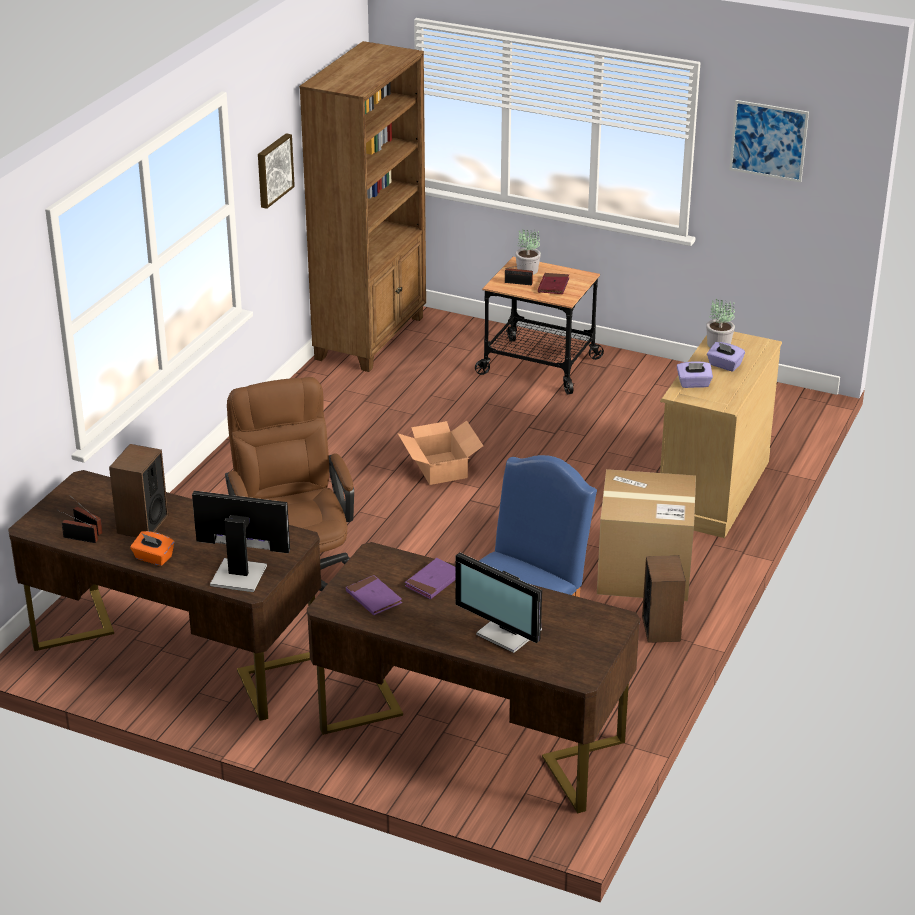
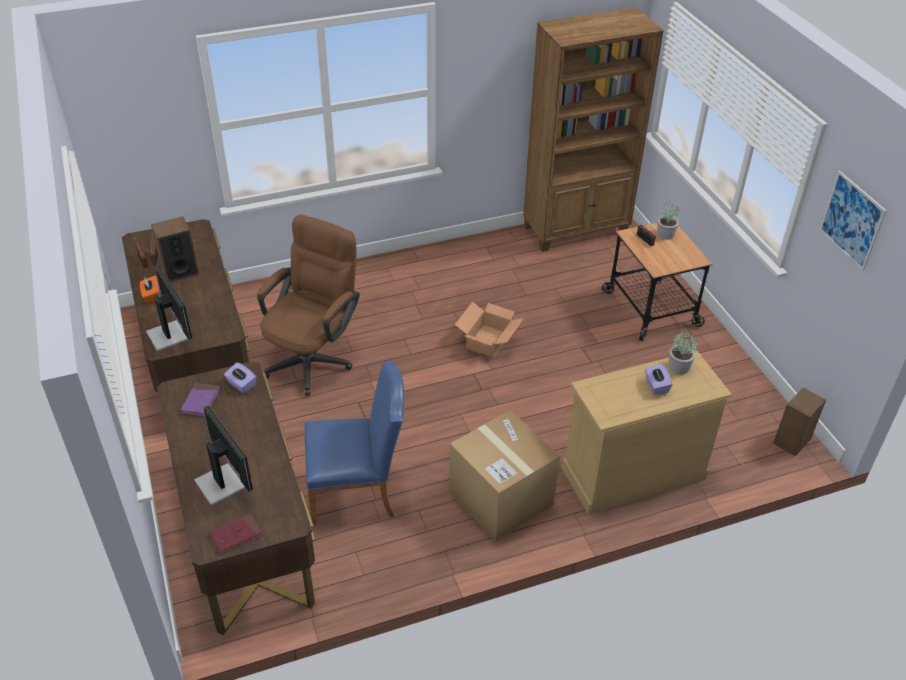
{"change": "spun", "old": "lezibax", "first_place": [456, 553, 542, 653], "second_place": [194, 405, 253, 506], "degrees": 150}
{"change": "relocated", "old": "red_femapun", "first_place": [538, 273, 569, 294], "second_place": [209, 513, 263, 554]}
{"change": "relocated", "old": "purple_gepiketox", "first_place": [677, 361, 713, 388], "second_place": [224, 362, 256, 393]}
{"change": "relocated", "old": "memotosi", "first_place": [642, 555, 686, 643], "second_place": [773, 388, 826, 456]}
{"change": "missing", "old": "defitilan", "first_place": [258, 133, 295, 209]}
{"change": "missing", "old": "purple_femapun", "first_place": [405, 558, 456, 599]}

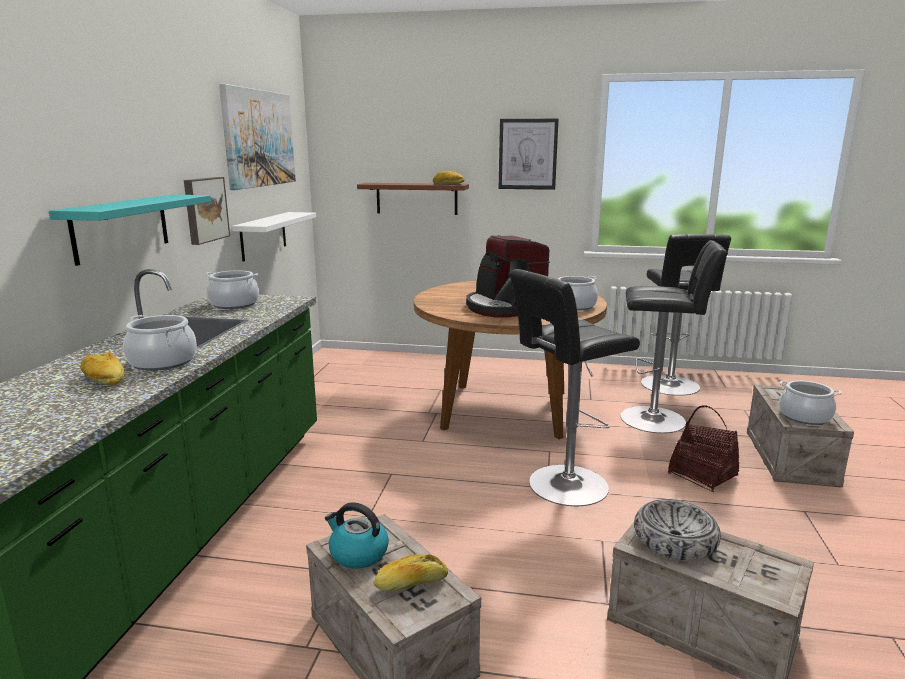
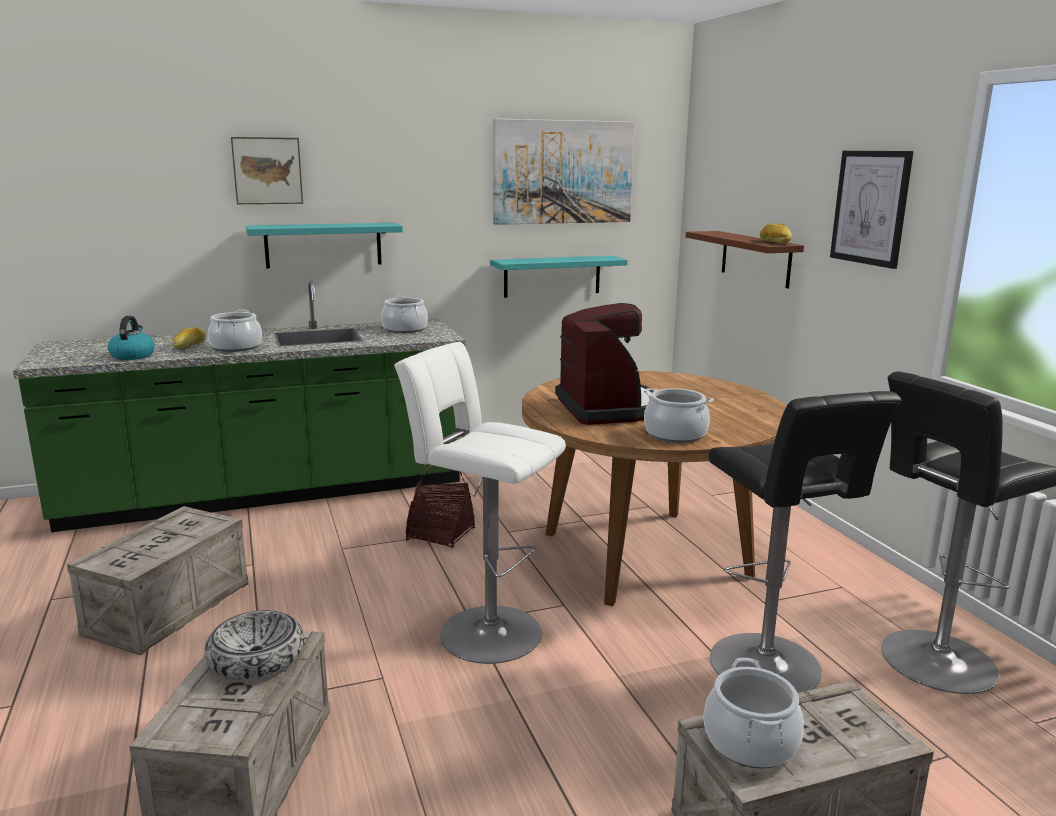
{"change": "relocated", "old": "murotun", "first_place": [325, 502, 389, 569], "second_place": [108, 316, 155, 360]}
{"change": "relocated", "old": "defitilan", "first_place": [184, 177, 230, 245], "second_place": [231, 137, 303, 204]}
{"change": "colour", "old": "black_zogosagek", "new": "white_zogosagek", "first_place": [509, 269, 640, 506], "second_place": [394, 342, 566, 664]}
{"change": "relocated", "old": "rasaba", "first_place": [668, 405, 739, 492], "second_place": [405, 465, 475, 548]}
{"change": "colour", "old": "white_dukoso", "new": "turquoise_dukoso", "first_place": [232, 212, 316, 262], "second_place": [490, 256, 628, 298]}
{"change": "spun", "old": "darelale", "first_place": [466, 235, 550, 318], "second_place": [555, 303, 654, 425], "degrees": 135}
{"change": "missing", "old": "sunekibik", "first_place": [373, 554, 448, 591]}

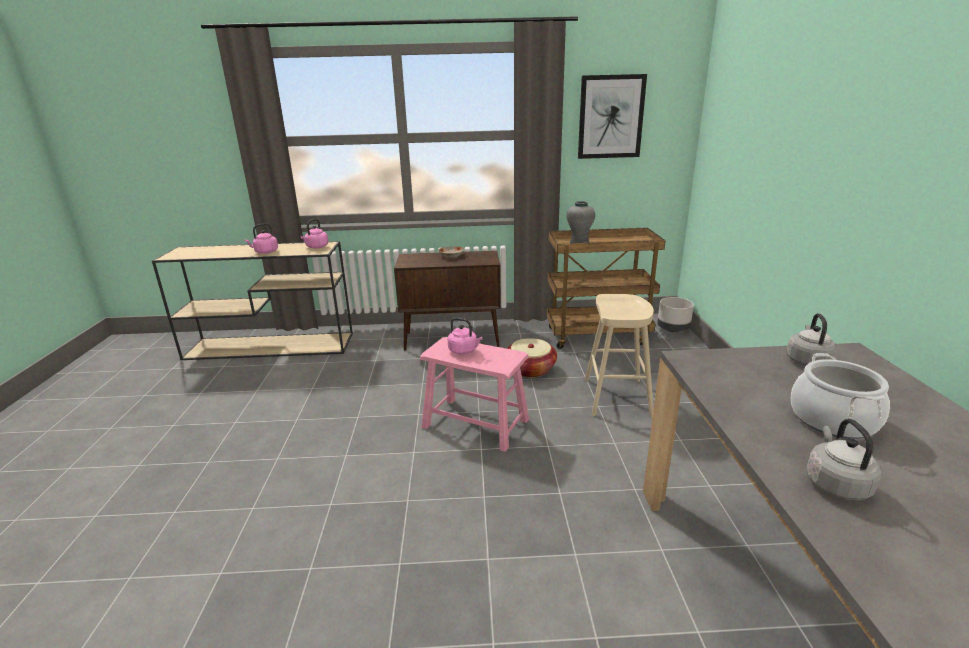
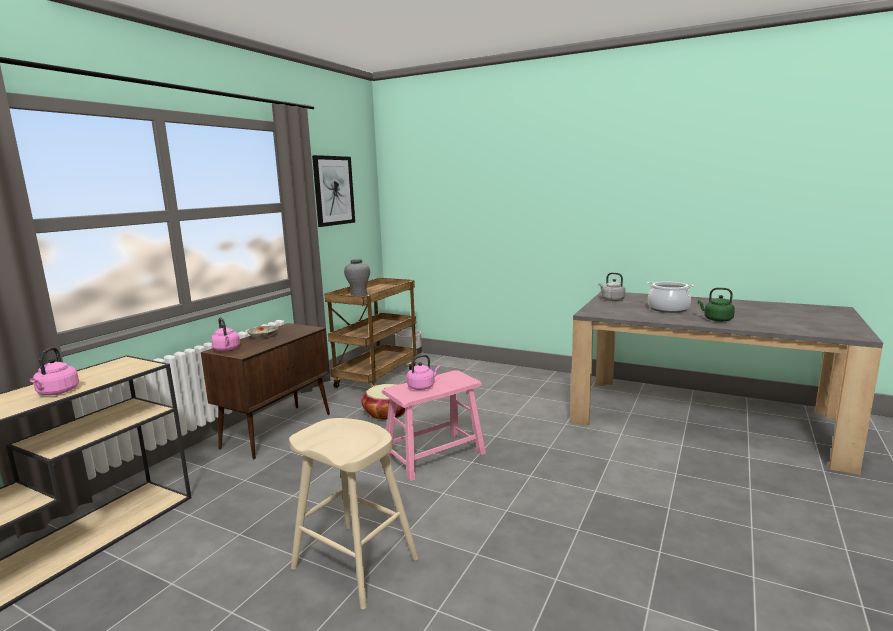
{"change": "relocated", "old": "pink_murotun", "first_place": [301, 219, 328, 248], "second_place": [211, 317, 240, 351]}
{"change": "relocated", "old": "beige_zogosagek", "first_place": [585, 294, 654, 418], "second_place": [289, 418, 418, 609]}
{"change": "colour", "old": "grey_murotun", "new": "green_murotun", "first_place": [806, 419, 881, 501], "second_place": [698, 287, 735, 322]}

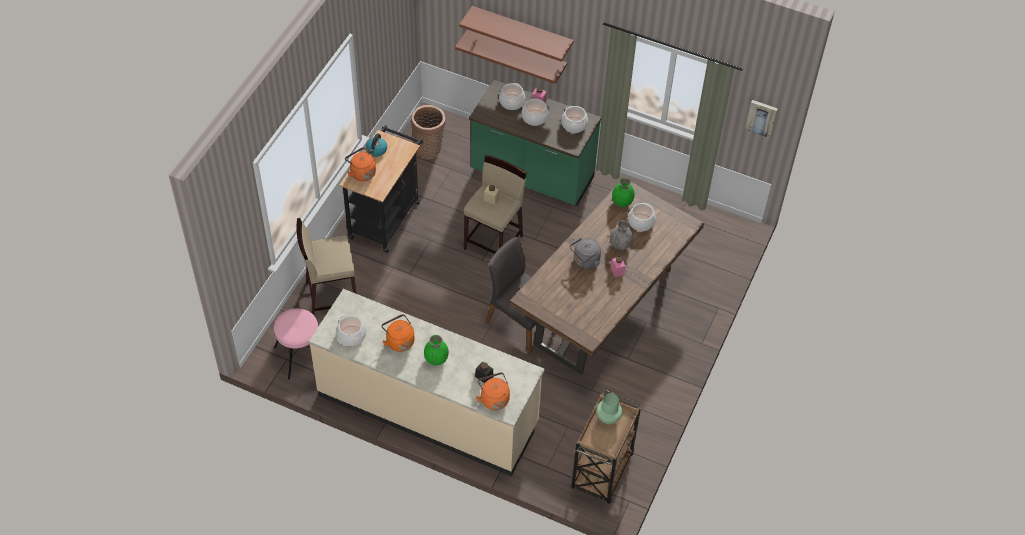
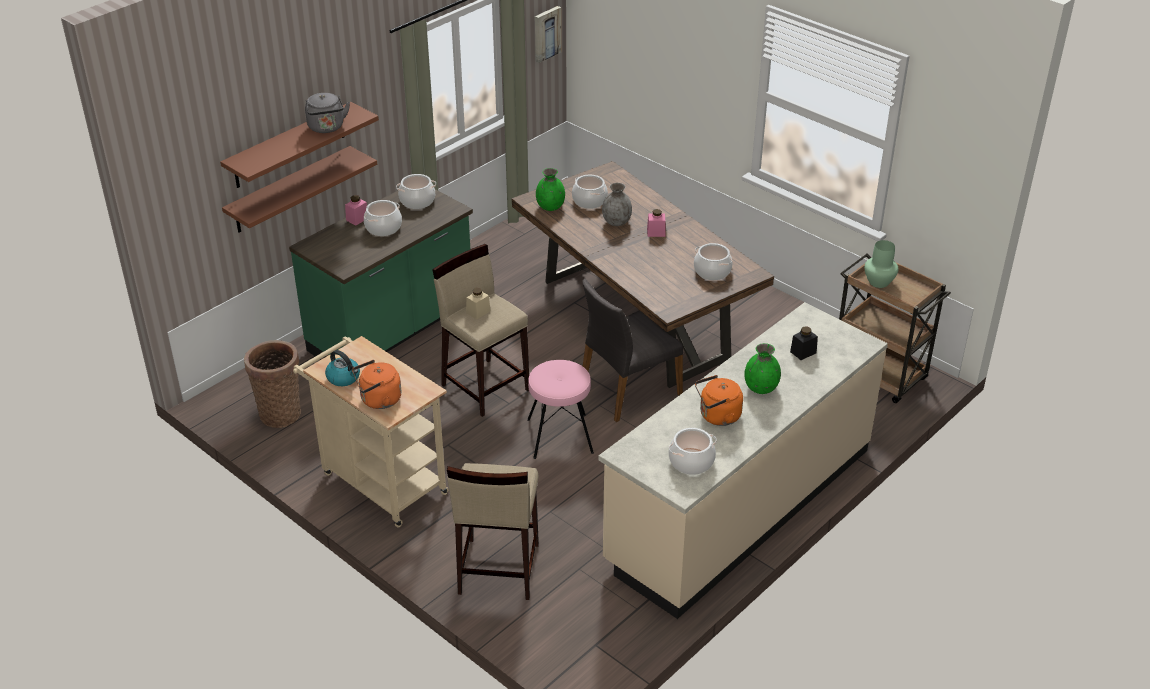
{"change": "colour", "old": "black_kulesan", "new": "beige_kulesan", "first_place": [339, 125, 423, 253], "second_place": [293, 336, 449, 528]}
{"change": "relocated", "old": "grey_murotun", "first_place": [570, 238, 601, 268], "second_place": [305, 93, 350, 133]}
{"change": "relocated", "old": "pink_zogosagek", "first_place": [274, 309, 318, 380], "second_place": [527, 360, 594, 459]}
{"change": "relocated", "old": "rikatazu", "first_place": [499, 83, 525, 110], "second_place": [694, 243, 732, 280]}
{"change": "missing", "old": "orange_murotun", "first_place": [476, 372, 510, 410]}

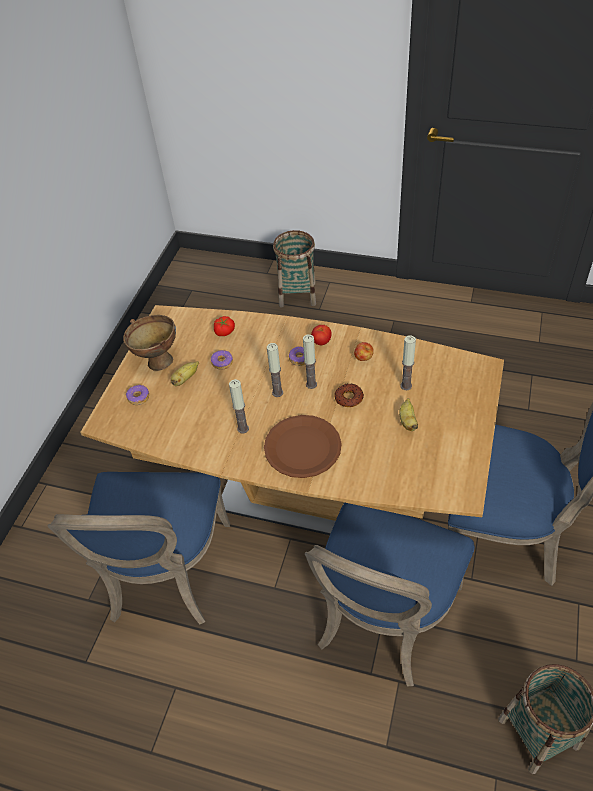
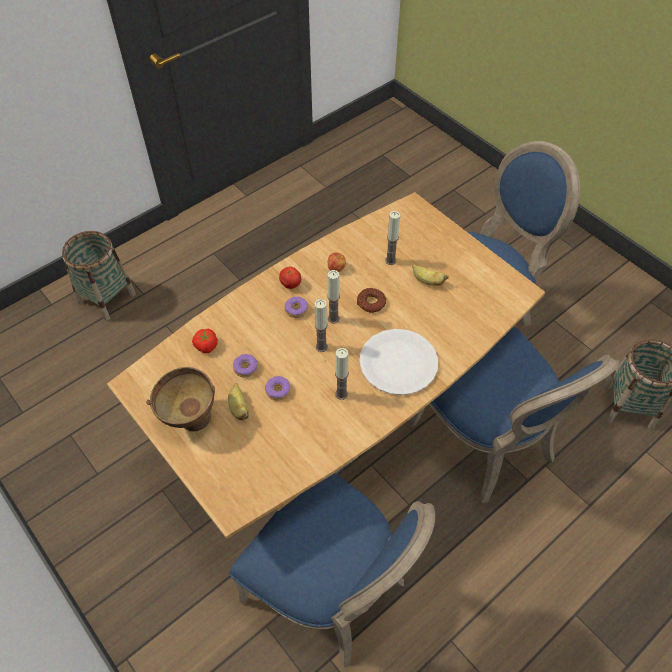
{"change": "relocated", "old": "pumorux", "first_place": [126, 385, 149, 405], "second_place": [265, 376, 290, 401]}
{"change": "colour", "old": "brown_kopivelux", "new": "white_kopivelux", "first_place": [264, 415, 342, 478], "second_place": [360, 329, 438, 395]}

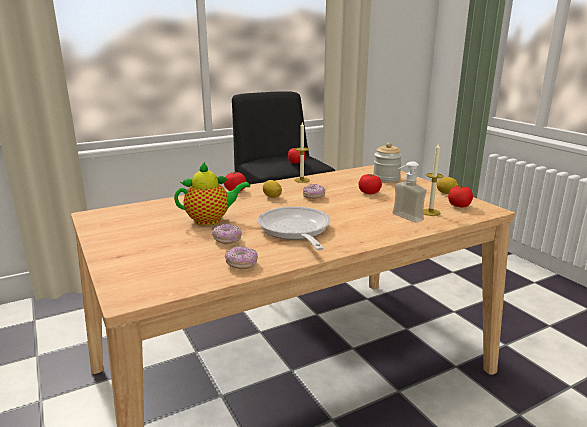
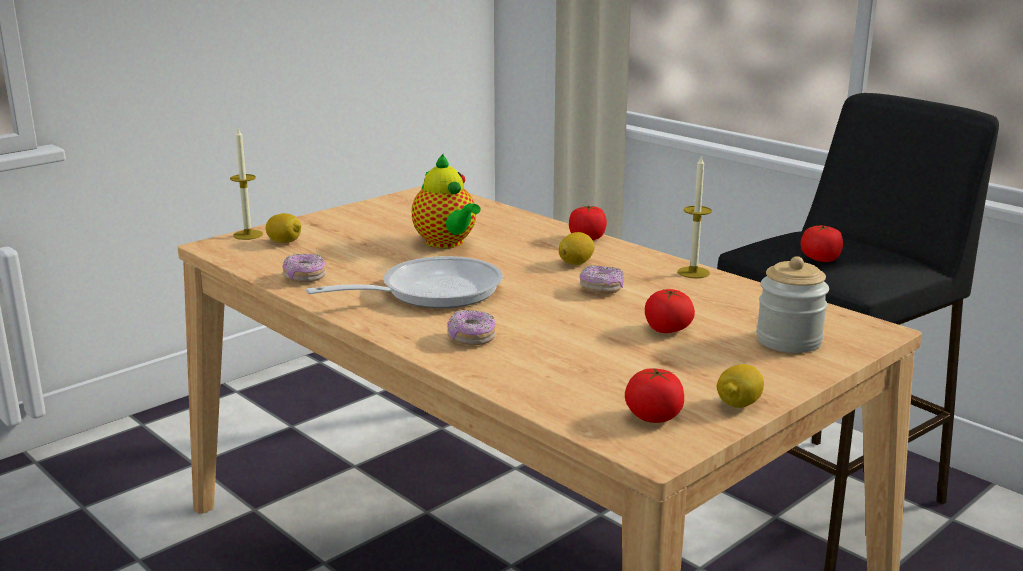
{"change": "relocated", "old": "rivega", "first_place": [424, 142, 443, 216], "second_place": [230, 129, 263, 240]}
{"change": "appeared", "new": "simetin", "second_place": [266, 213, 301, 243]}
{"change": "relocated", "old": "pumorux", "first_place": [212, 224, 242, 244], "second_place": [447, 310, 496, 346]}
{"change": "missing", "old": "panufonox", "first_place": [392, 161, 427, 223]}

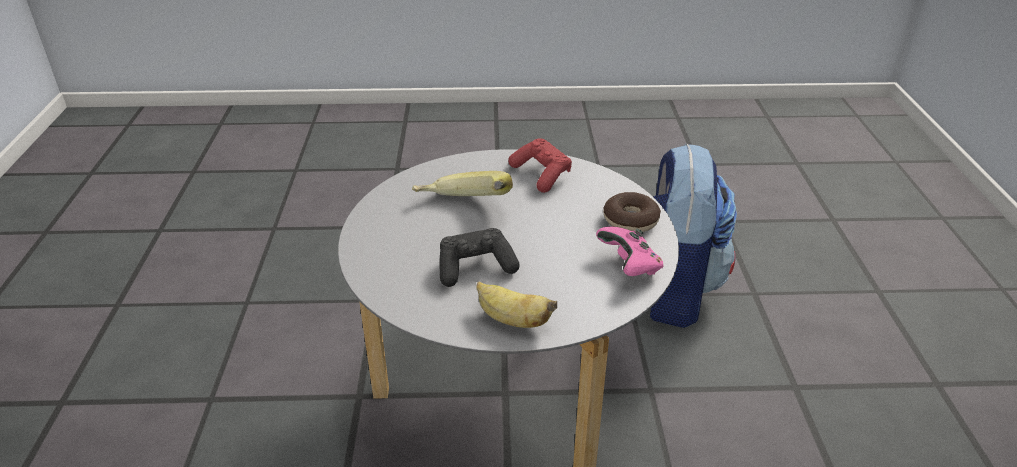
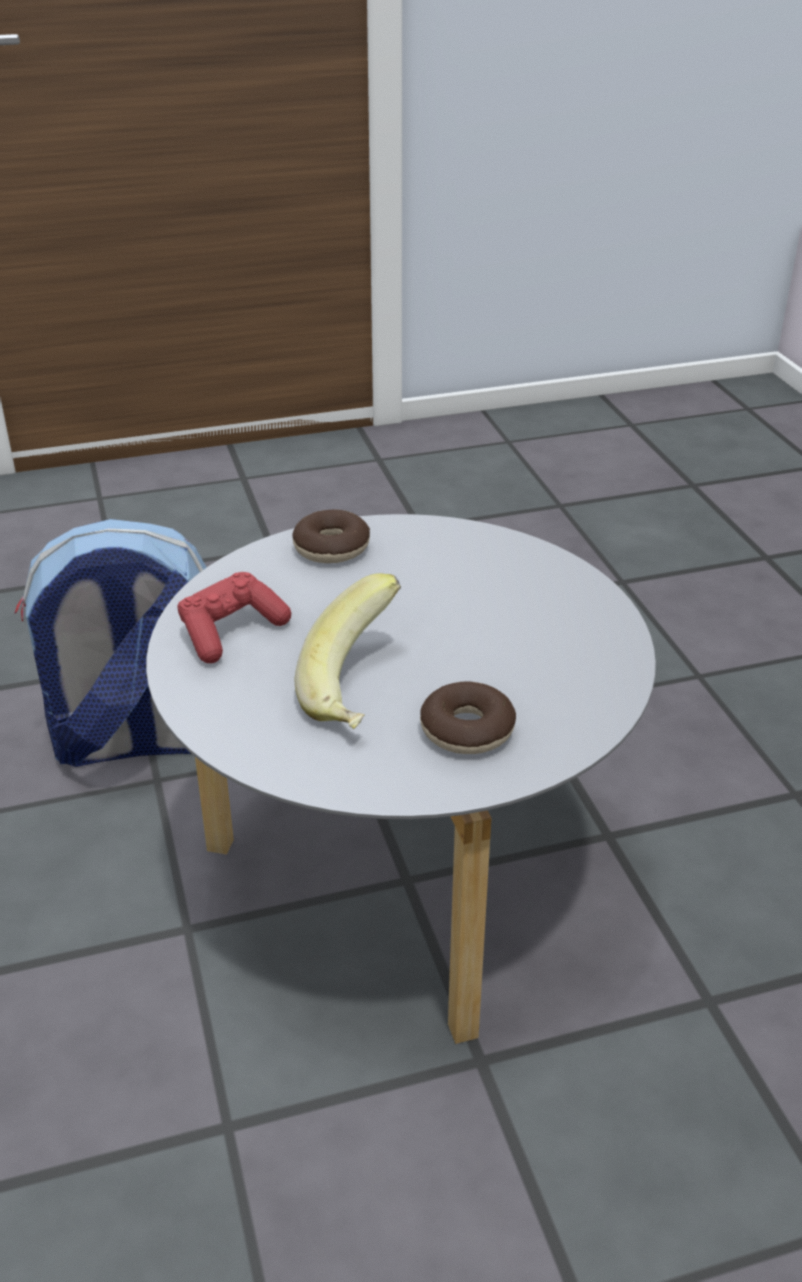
{"change": "appeared", "new": "pumorux", "second_place": [420, 681, 516, 754]}
{"change": "missing", "old": "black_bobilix", "first_place": [439, 228, 520, 287]}
{"change": "missing", "old": "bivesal", "first_place": [477, 282, 557, 328]}
{"change": "missing", "old": "pink_bobilix", "first_place": [596, 227, 664, 276]}

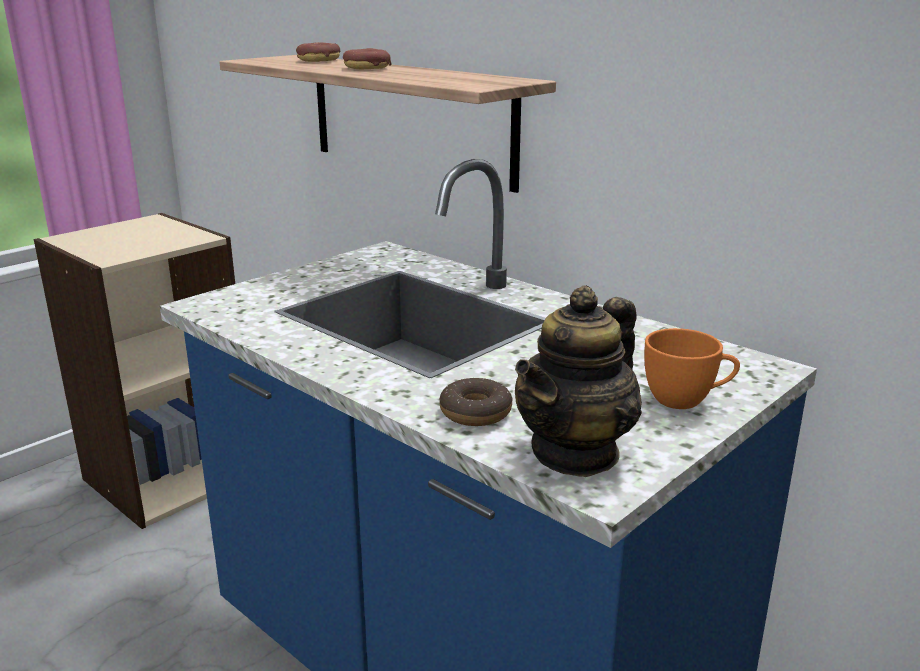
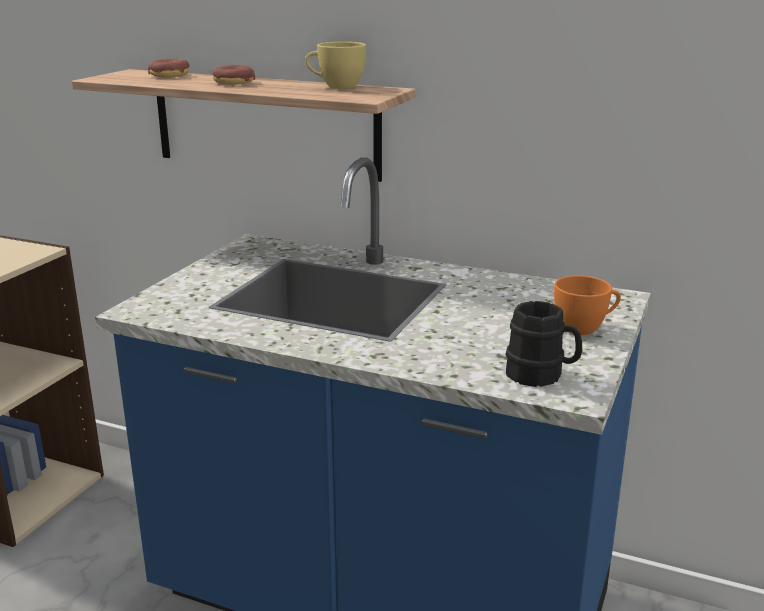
{"change": "appeared", "new": "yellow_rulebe", "second_place": [305, 42, 366, 89]}
{"change": "exchanged", "old": "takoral", "new": "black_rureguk", "first_place": [515, 285, 642, 477], "second_place": [506, 301, 582, 387]}
{"change": "missing", "old": "pumorux", "first_place": [439, 378, 512, 426]}

